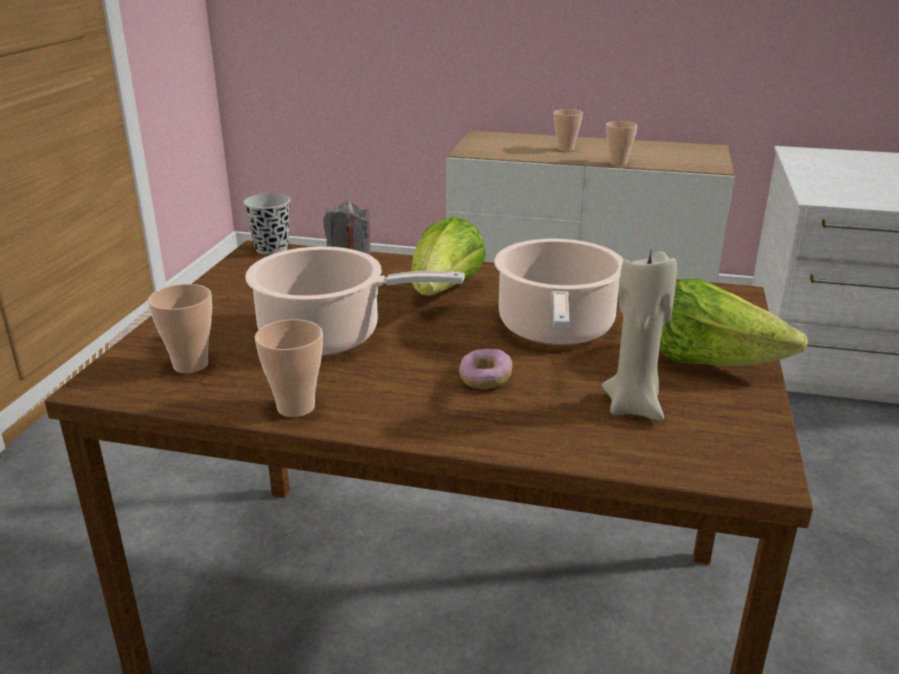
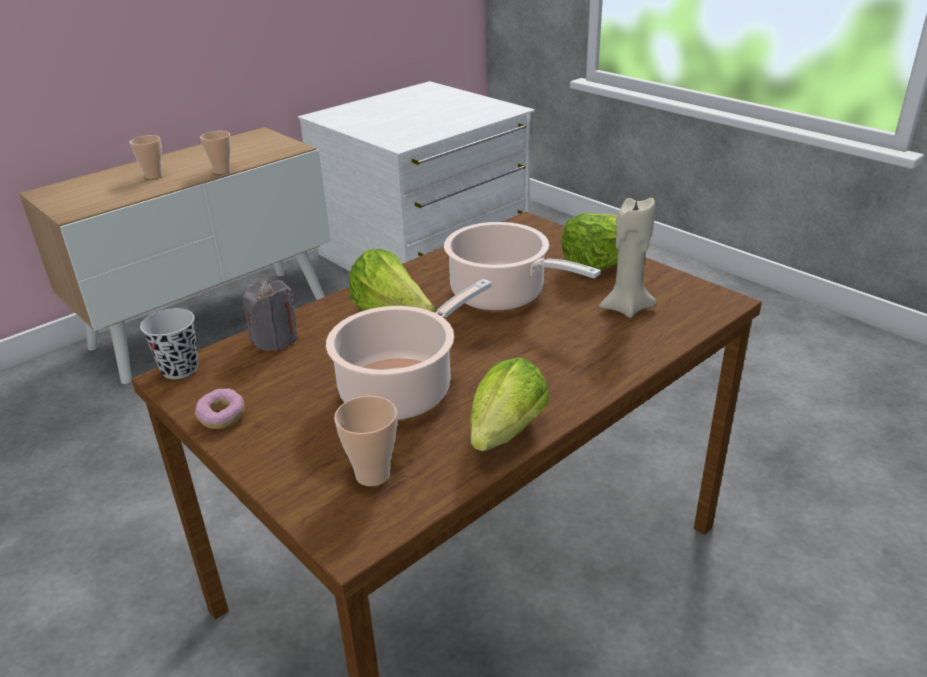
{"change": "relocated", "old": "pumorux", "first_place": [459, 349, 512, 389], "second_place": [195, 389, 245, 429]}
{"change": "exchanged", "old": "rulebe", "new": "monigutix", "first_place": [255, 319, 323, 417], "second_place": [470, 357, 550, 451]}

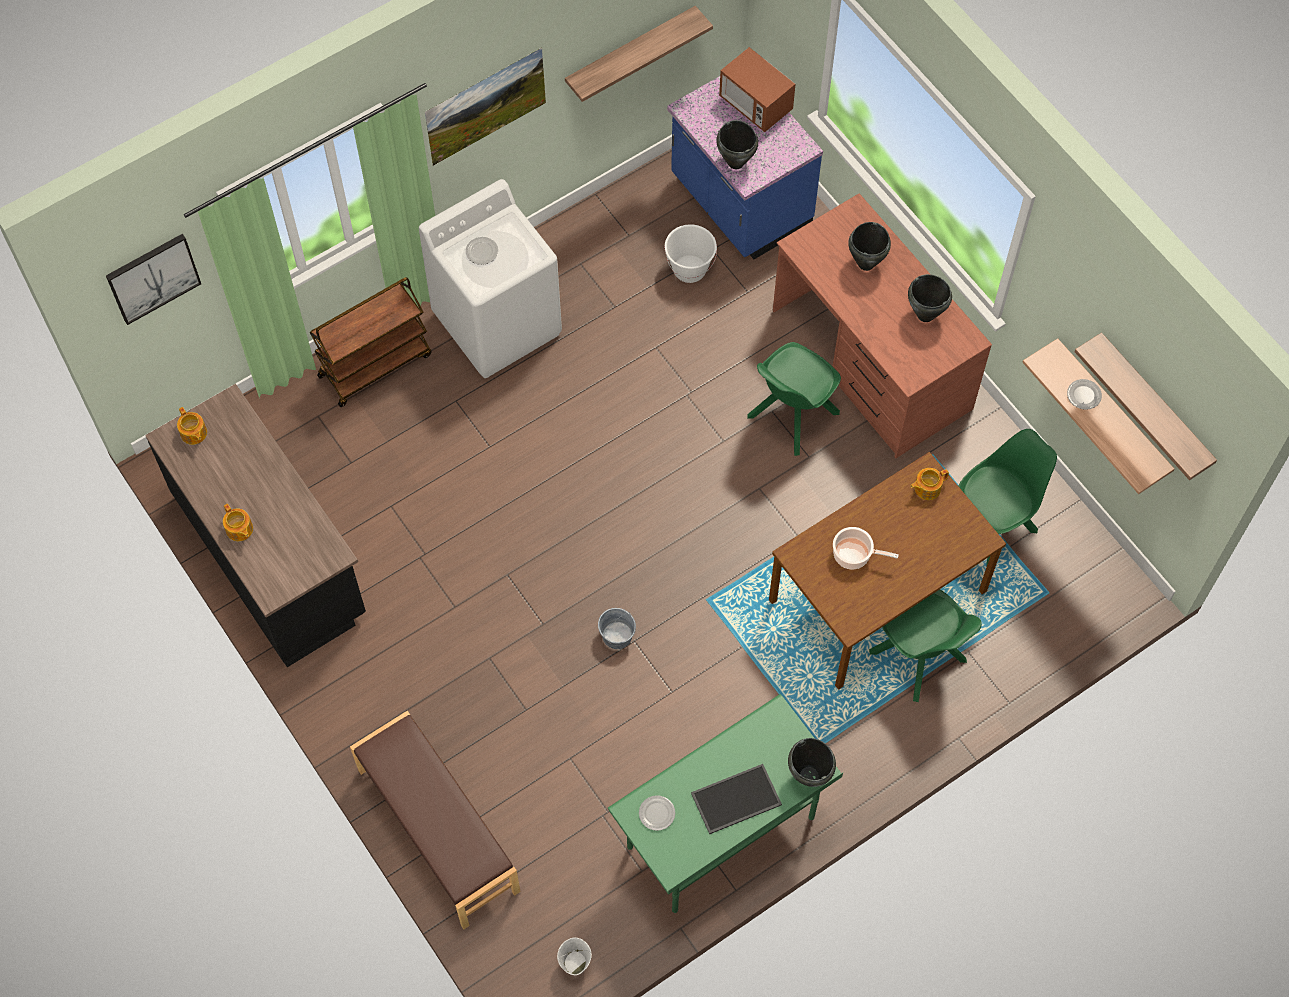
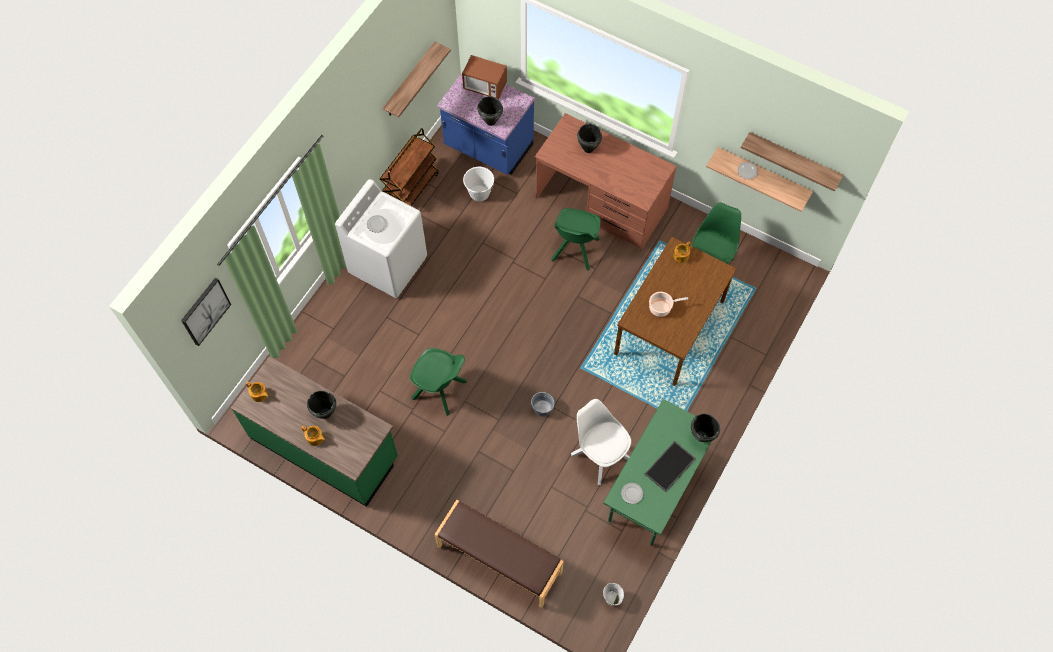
{"change": "colour", "old": "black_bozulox", "new": "green_bozulox", "first_place": [145, 384, 366, 667], "second_place": [231, 356, 398, 507]}
{"change": "relocated", "old": "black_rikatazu", "first_place": [908, 274, 952, 322], "second_place": [307, 391, 336, 419]}
{"change": "relocated", "old": "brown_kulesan", "first_place": [310, 277, 432, 407], "second_place": [380, 128, 439, 206]}
{"change": "relocated", "old": "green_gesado", "first_place": [869, 589, 982, 702], "second_place": [410, 348, 467, 416]}
{"change": "appeared", "new": "white_gesado", "second_place": [571, 399, 631, 485]}
{"change": "missing", "old": "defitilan", "first_place": [425, 48, 546, 166]}

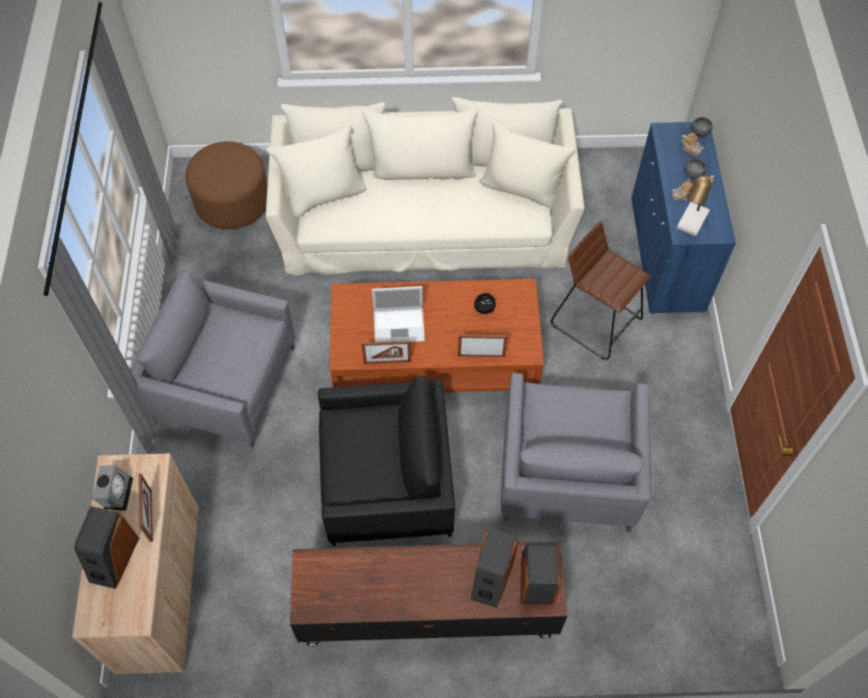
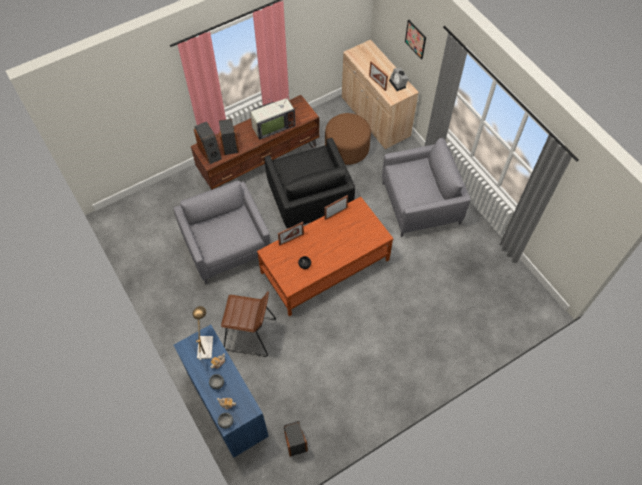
{"change": "appeared", "new": "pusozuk", "second_place": [250, 98, 296, 140]}
{"change": "spun", "old": "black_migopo", "first_place": [318, 376, 455, 546], "second_place": [265, 138, 355, 229], "degrees": -75}
{"change": "relocated", "old": "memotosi", "first_place": [74, 506, 139, 589], "second_place": [284, 421, 308, 457]}
{"change": "relocated", "old": "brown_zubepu", "first_place": [186, 141, 267, 229], "second_place": [325, 113, 371, 165]}
{"change": "appeared", "new": "defitilan", "second_place": [405, 20, 426, 60]}
{"change": "missing", "old": "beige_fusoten", "first_place": [266, 97, 585, 276]}
{"change": "missing", "old": "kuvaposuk", "first_place": [372, 286, 425, 342]}

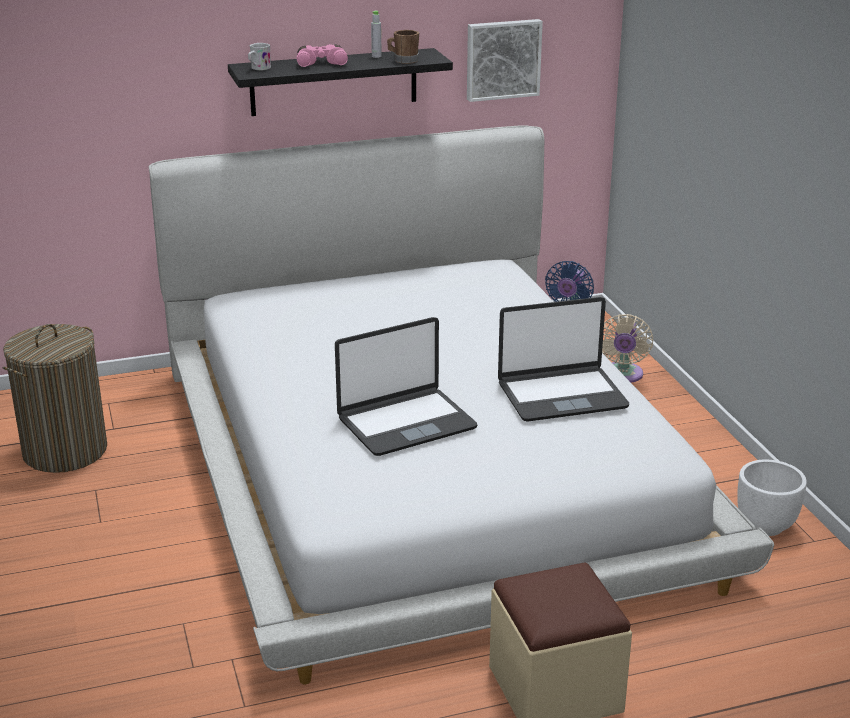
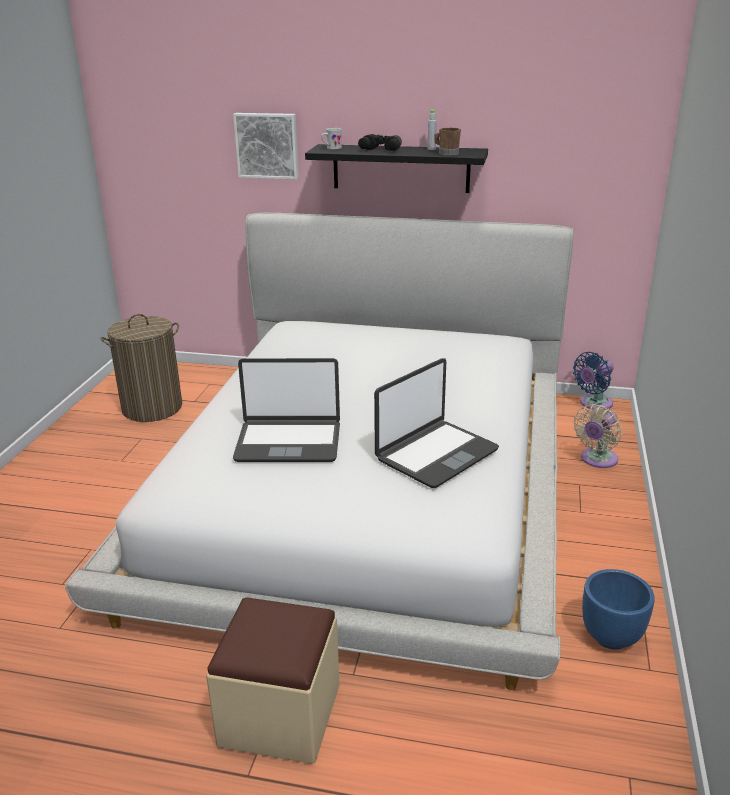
{"change": "relocated", "old": "defitilan", "first_place": [467, 19, 543, 102], "second_place": [233, 113, 299, 179]}
{"change": "colour", "old": "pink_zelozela", "new": "black_zelozela", "first_place": [297, 44, 348, 67], "second_place": [358, 134, 402, 151]}
{"change": "spun", "old": "kuvaposuk", "first_place": [498, 297, 629, 421], "second_place": [374, 358, 499, 488], "degrees": -60}
{"change": "colour", "old": "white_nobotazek", "new": "blue_nobotazek", "first_place": [737, 460, 807, 536], "second_place": [582, 569, 655, 649]}

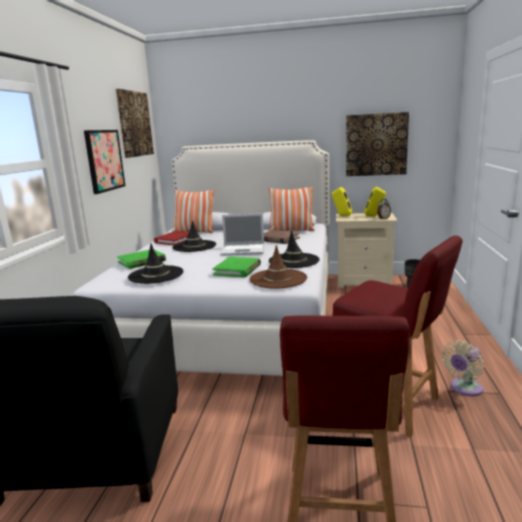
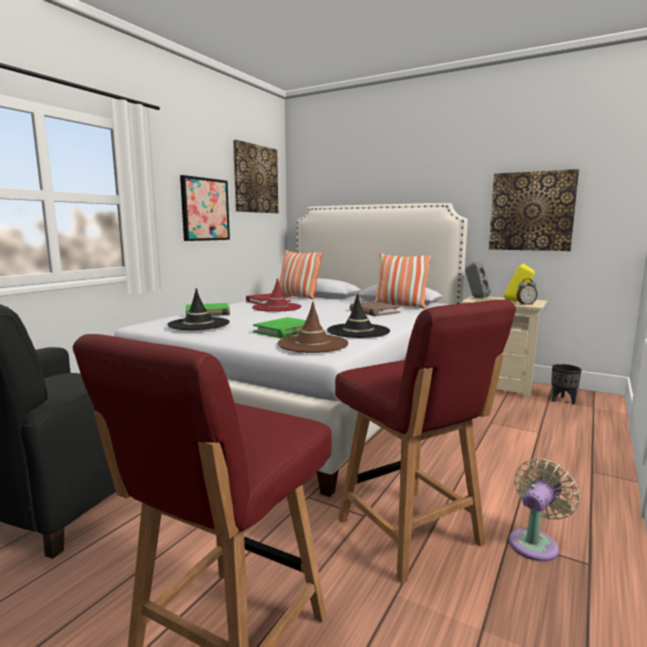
{"change": "colour", "old": "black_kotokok", "new": "red_kotokok", "first_place": [172, 220, 216, 252], "second_place": [252, 278, 301, 312]}
{"change": "colour", "old": "yellow_memotosi", "new": "grey_memotosi", "first_place": [332, 187, 352, 216], "second_place": [465, 262, 491, 298]}
{"change": "spun", "old": "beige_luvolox", "first_place": [442, 340, 484, 396], "second_place": [509, 459, 580, 562], "degrees": 150}
{"change": "missing", "old": "kuvaposuk", "first_place": [220, 213, 264, 256]}

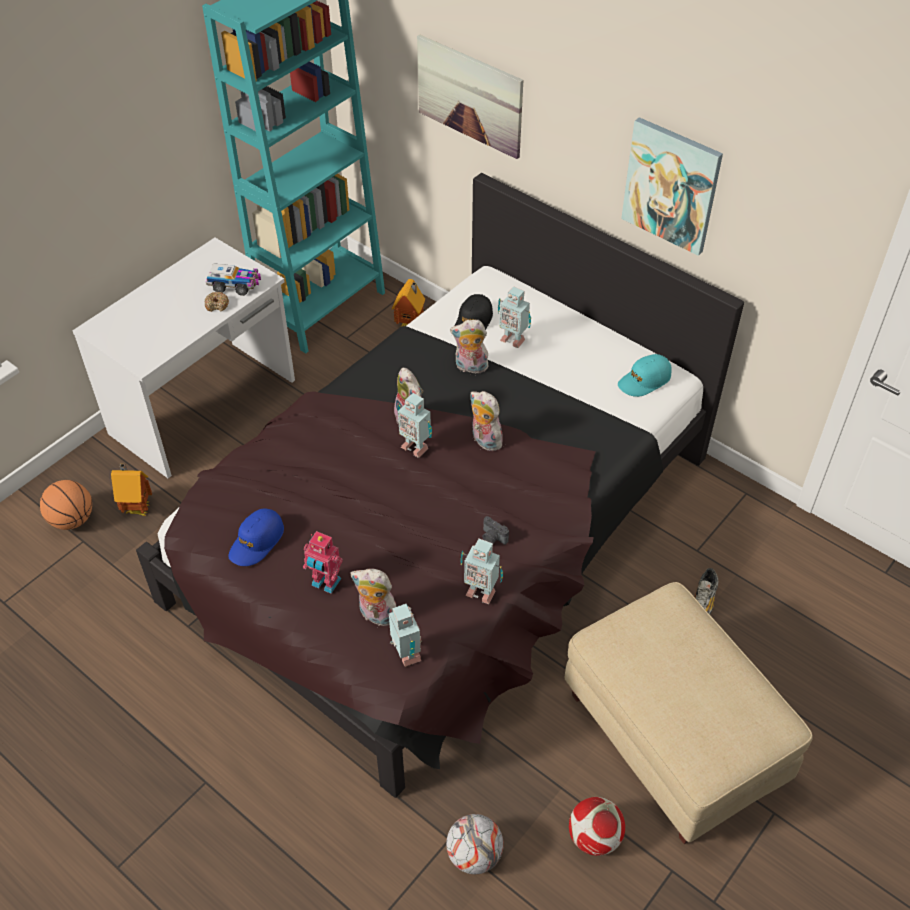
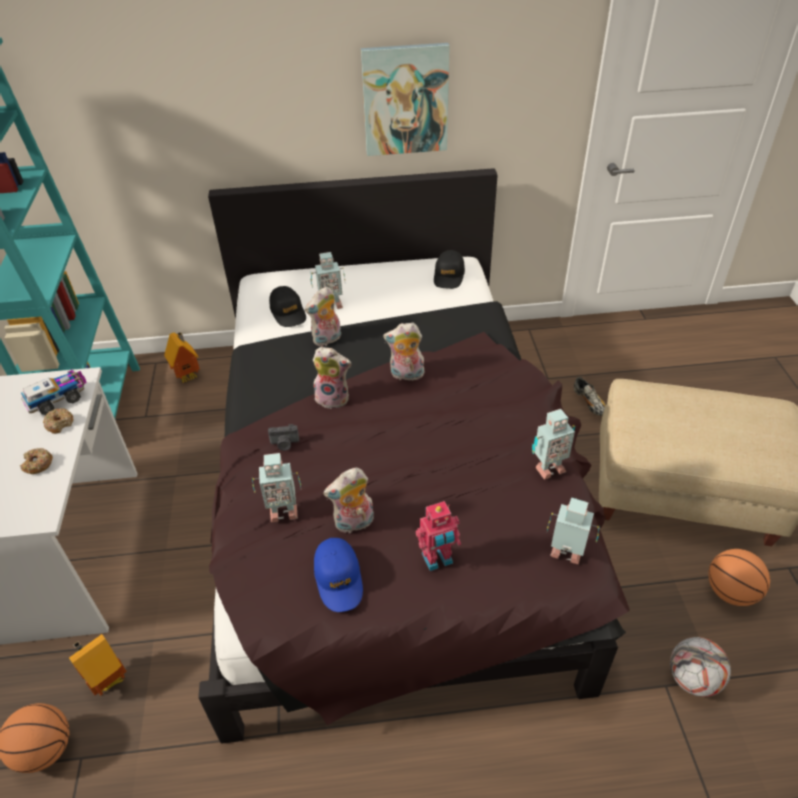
{"change": "appeared", "new": "pumorux", "second_place": [20, 448, 53, 474]}
{"change": "relocated", "old": "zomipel", "first_place": [397, 393, 432, 458], "second_place": [252, 453, 301, 522]}
{"change": "relocated", "old": "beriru", "first_place": [482, 516, 509, 545], "second_place": [268, 424, 299, 451]}
{"change": "relocated", "old": "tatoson", "first_place": [351, 569, 396, 626], "second_place": [323, 468, 374, 533]}
{"change": "colour", "old": "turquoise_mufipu", "new": "black_mufipu", "first_place": [618, 354, 672, 397], "second_place": [434, 250, 465, 289]}
{"change": "exchanged", "old": "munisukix", "new": "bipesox", "first_place": [569, 797, 625, 856], "second_place": [708, 549, 770, 606]}
{"change": "missing", "old": "defitilan", "first_place": [417, 35, 523, 159]}

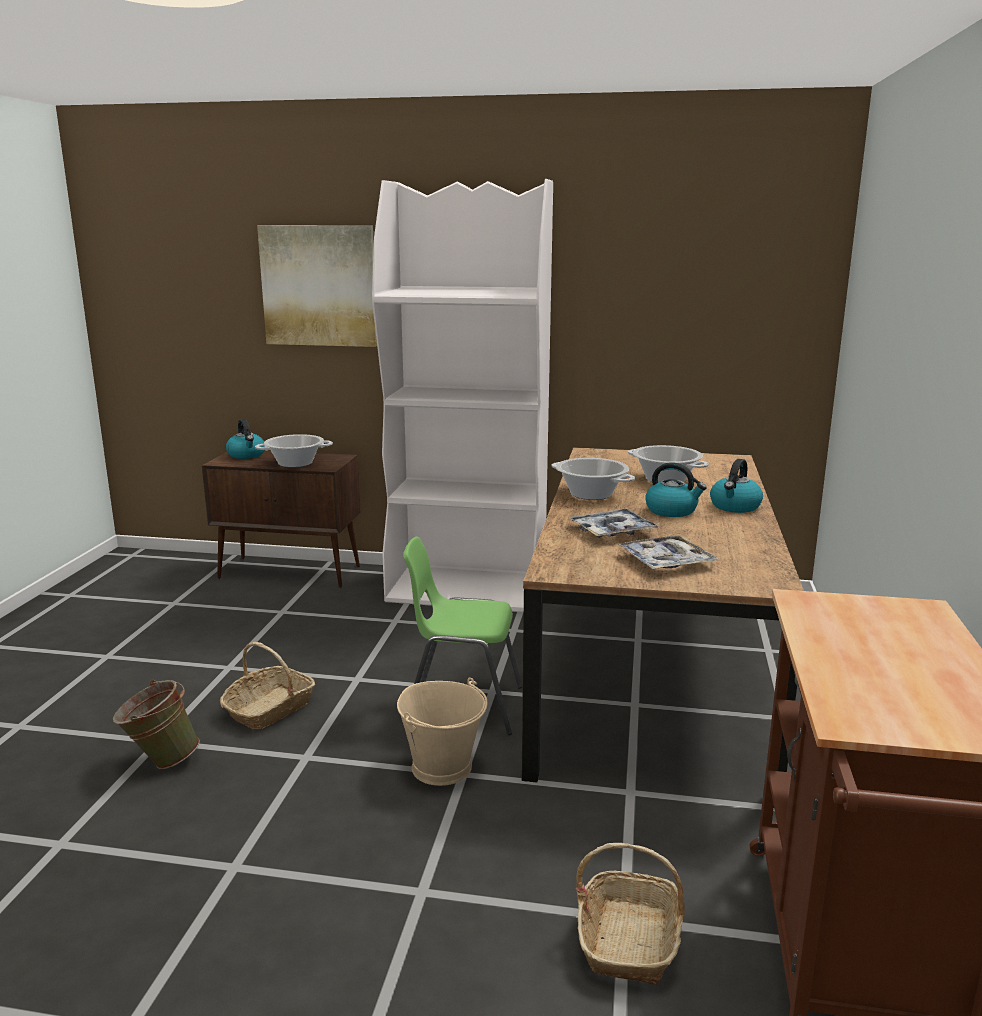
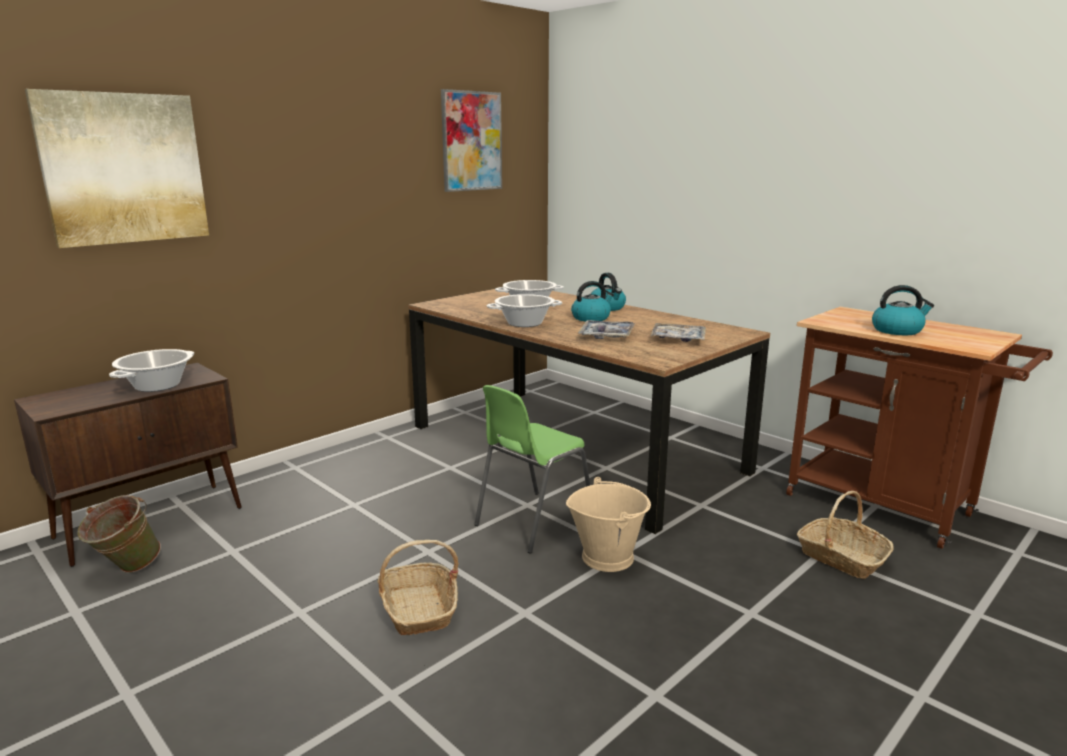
{"change": "relocated", "old": "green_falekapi", "first_place": [113, 680, 200, 769], "second_place": [77, 495, 161, 573]}
{"change": "appeared", "new": "defitilan", "second_place": [441, 89, 502, 192]}
{"change": "relocated", "old": "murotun", "first_place": [226, 419, 265, 459], "second_place": [872, 285, 934, 335]}
{"change": "missing", "old": "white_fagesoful", "first_place": [372, 179, 553, 612]}

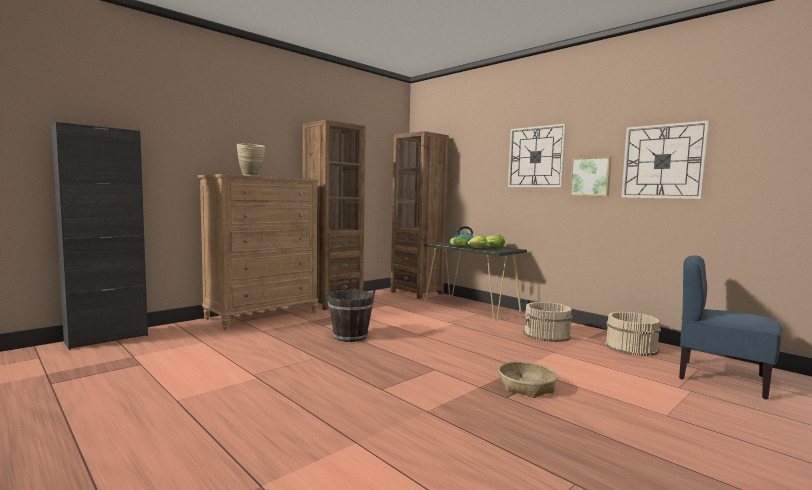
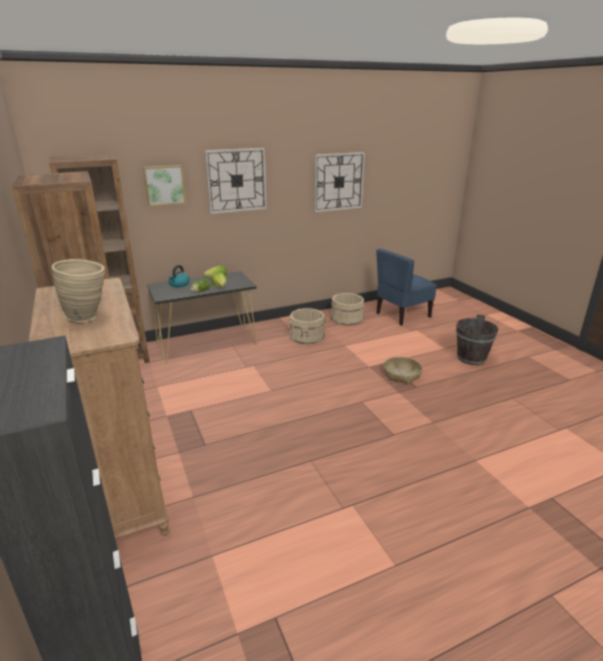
{"change": "relocated", "old": "defitilan", "first_place": [570, 156, 612, 196], "second_place": [143, 165, 186, 206]}
{"change": "relocated", "old": "brown_falekapi", "first_place": [326, 288, 375, 342], "second_place": [456, 314, 498, 365]}

